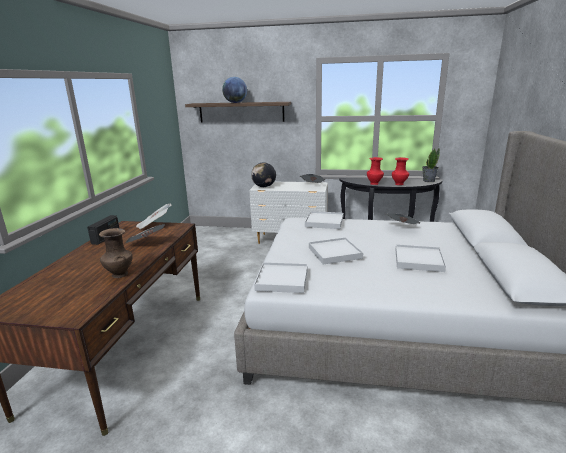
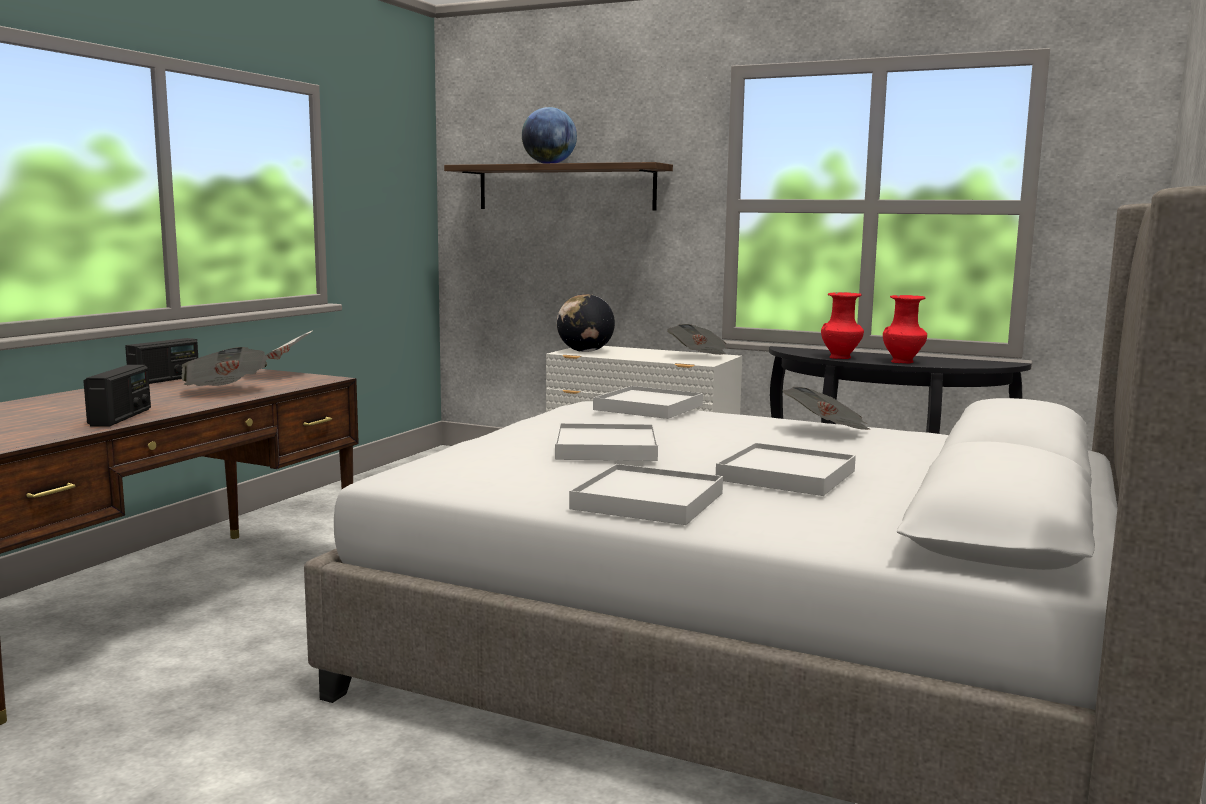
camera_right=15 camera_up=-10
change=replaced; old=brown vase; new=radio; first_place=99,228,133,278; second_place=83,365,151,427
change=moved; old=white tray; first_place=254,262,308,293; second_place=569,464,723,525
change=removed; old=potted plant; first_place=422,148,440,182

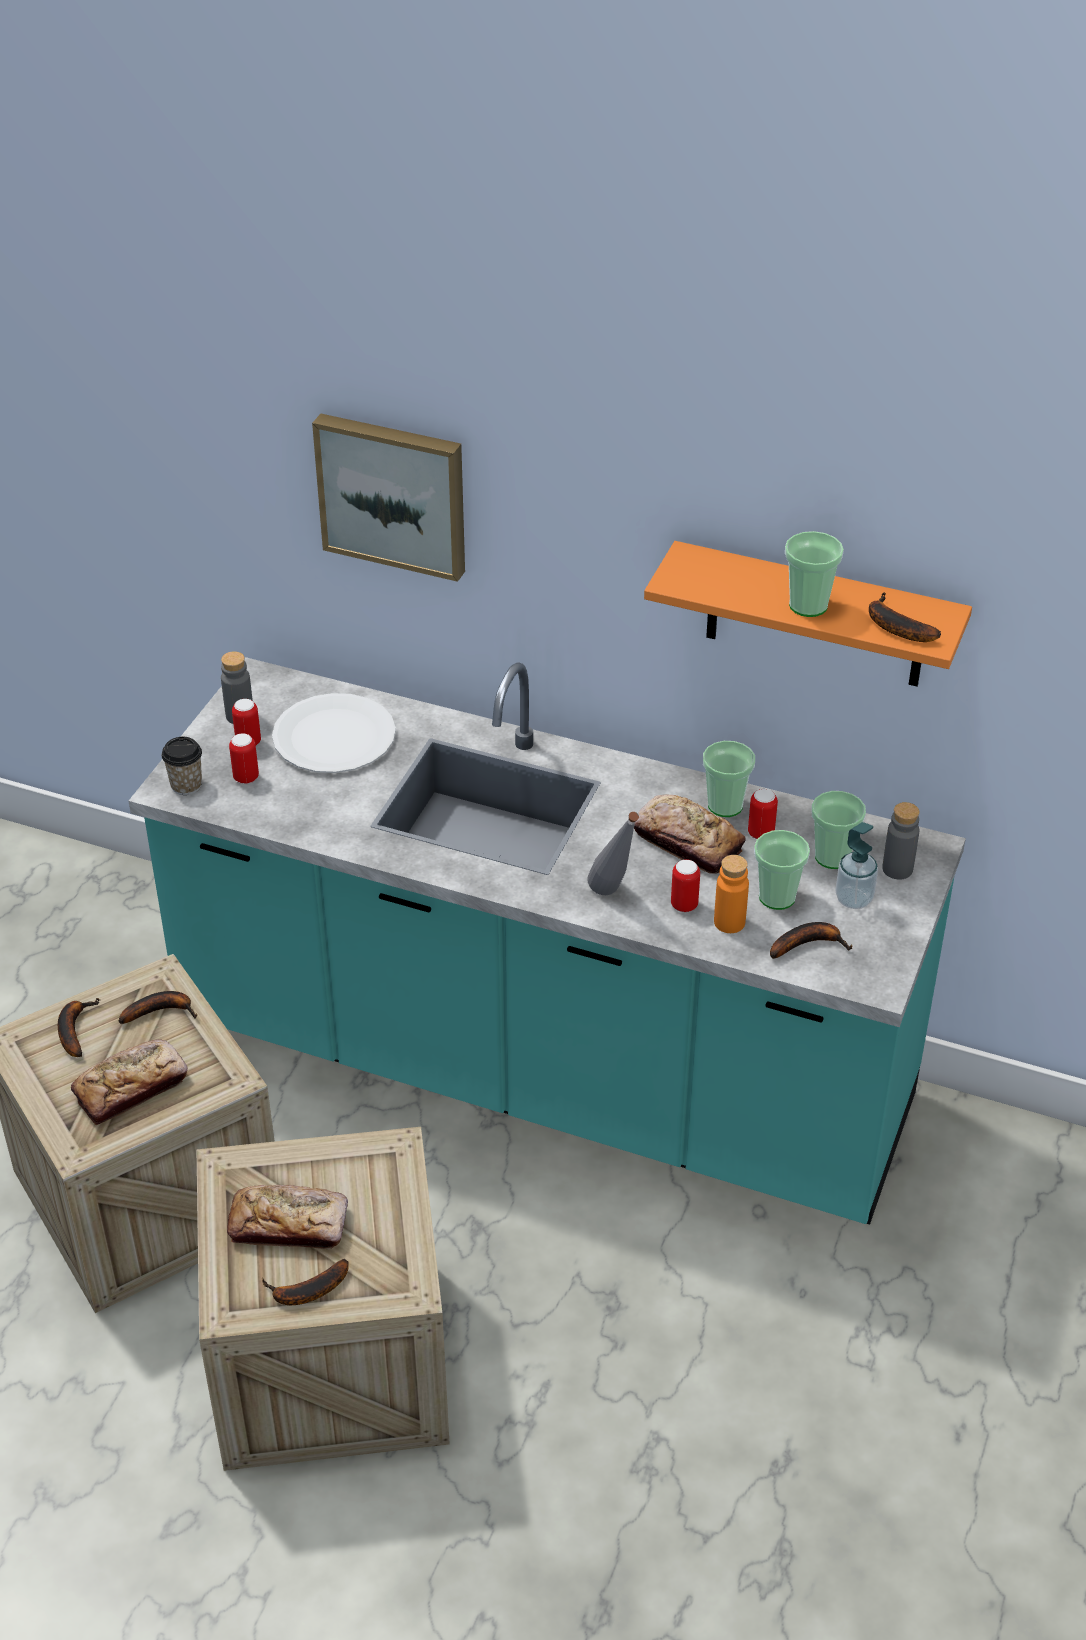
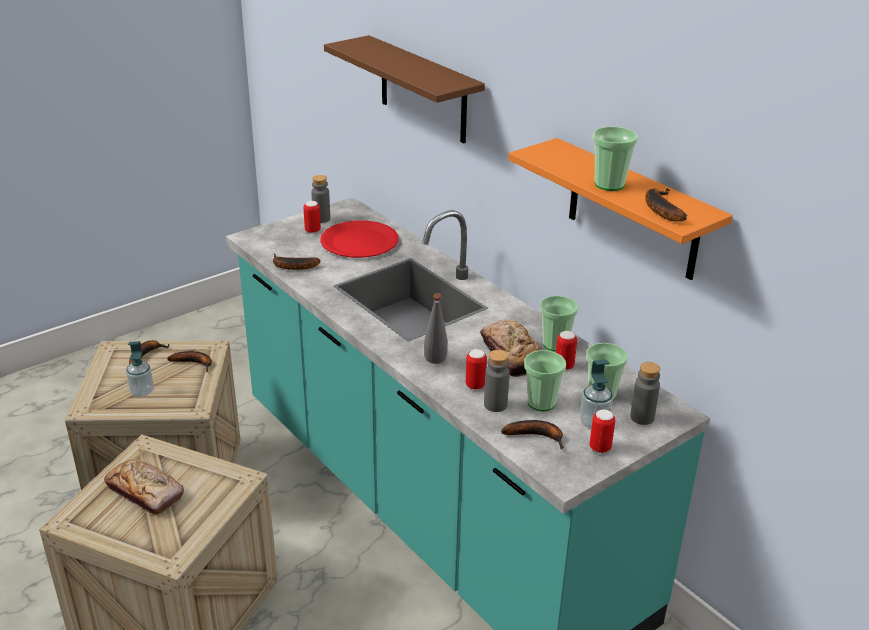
camera_right=30 camera_up=-10
change=replaced; old=bread; new=soap dispenser; first_place=71,1039,188,1125; second_place=126,341,154,397
change=removed; old=cup; first_place=162,737,202,795
change=moved; old=can; first_place=229,733,259,784; second_place=590,409,615,453
change=moved; old=banana; first_place=262,1259,349,1305; second_place=273,253,320,270
change=recoloured; old=white plate; new=red plate; first_place=272,693,396,773; second_place=320,221,398,258
change=replaced; old=picture; new=brown shelf; first_place=312,414,465,582; second_place=324,35,485,143
change=recoloured; old=orange bottle; new=grey bottle; first_place=714,855,749,933; second_place=484,350,510,412

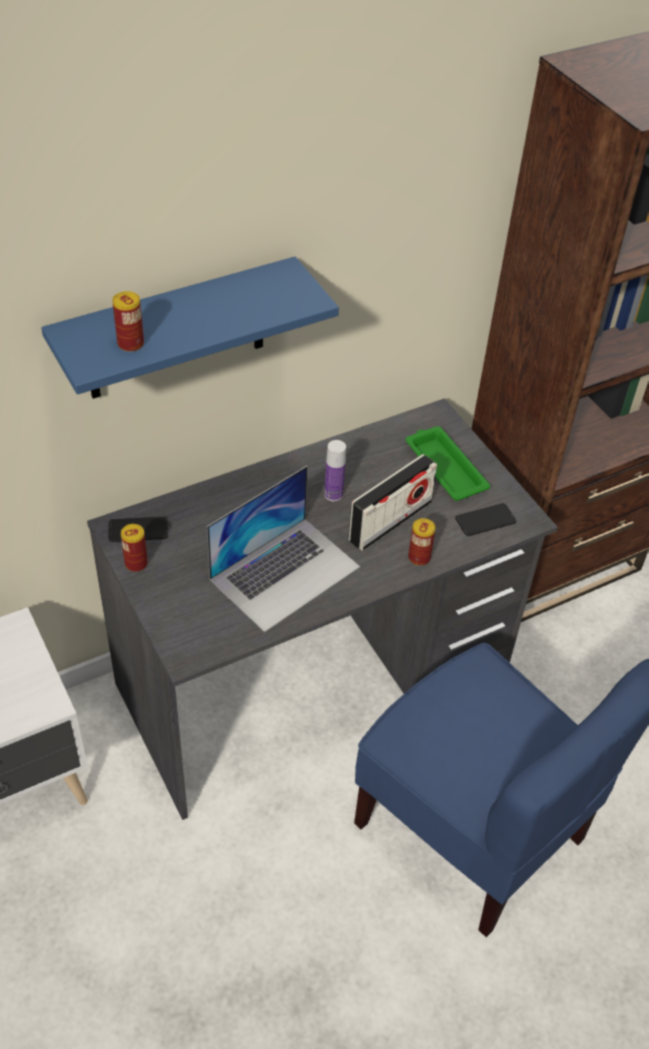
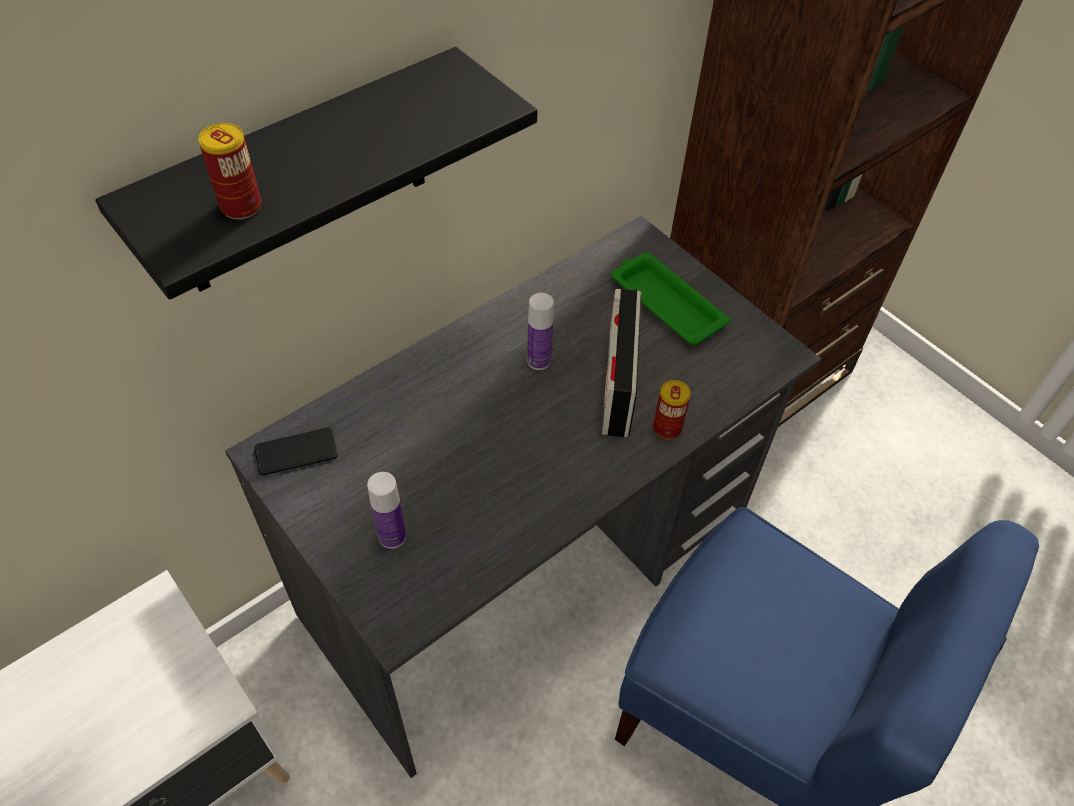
camera_right=-10 camera_up=5
change=recoloured; old=blue shelf; new=black shelf; first_place=41,257,339,399; second_place=95,47,538,300
change=removed; old=can; first_place=121,524,148,572
change=removed; old=laptop; first_place=207,466,360,632
change=turned; old=radio; first_place=348,454,437,551; second_place=602,289,642,437; degrees=150
change=removed; old=phone; first_place=455,503,517,536
change=added; new=bottle; second_place=367,472,406,549

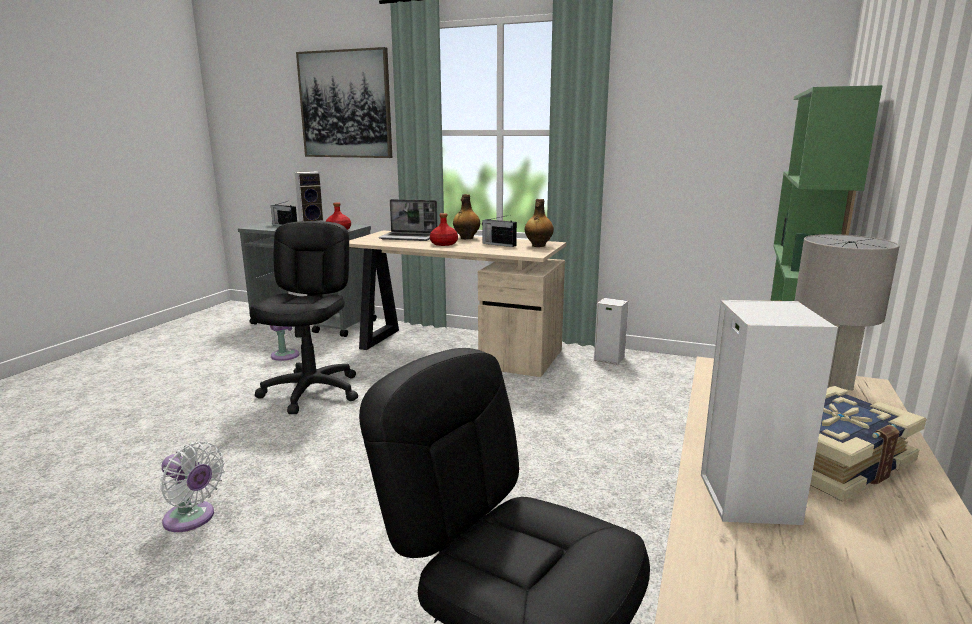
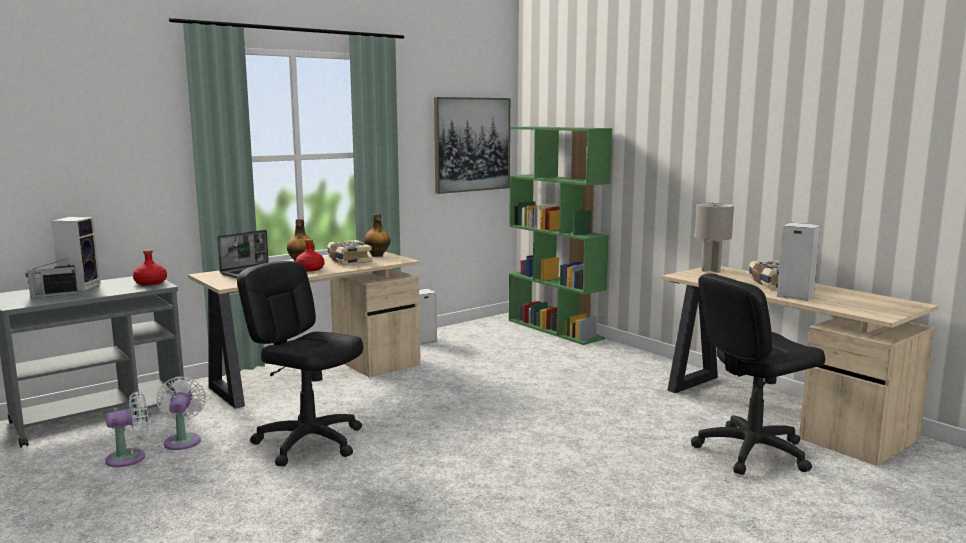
camera_right=-60 camera_up=-5
change=moved; old=white fan; first_place=160,442,225,532; second_place=105,392,149,467
change=moved; old=picture; first_place=296,47,392,158; second_place=434,97,510,194
change=replaced; old=radio; new=book; first_place=482,215,517,247; second_place=327,240,372,265

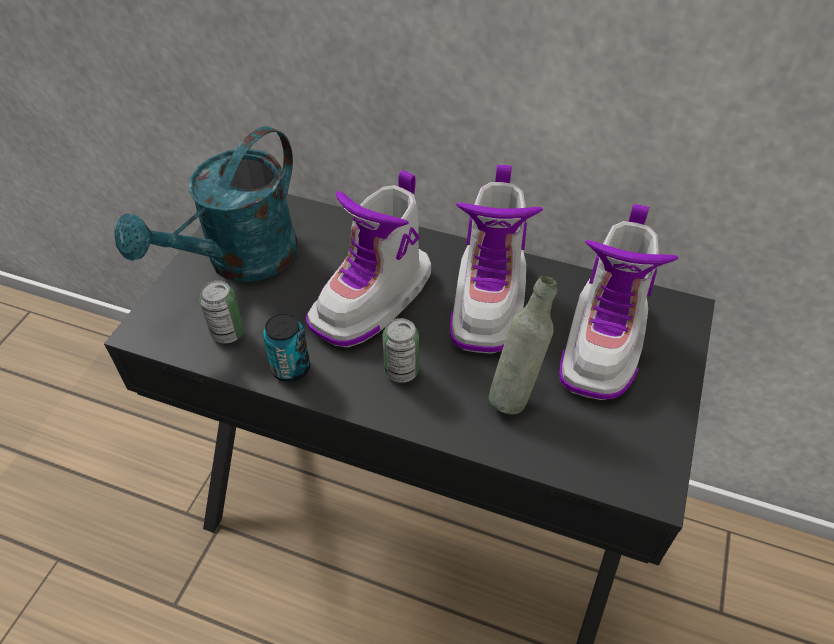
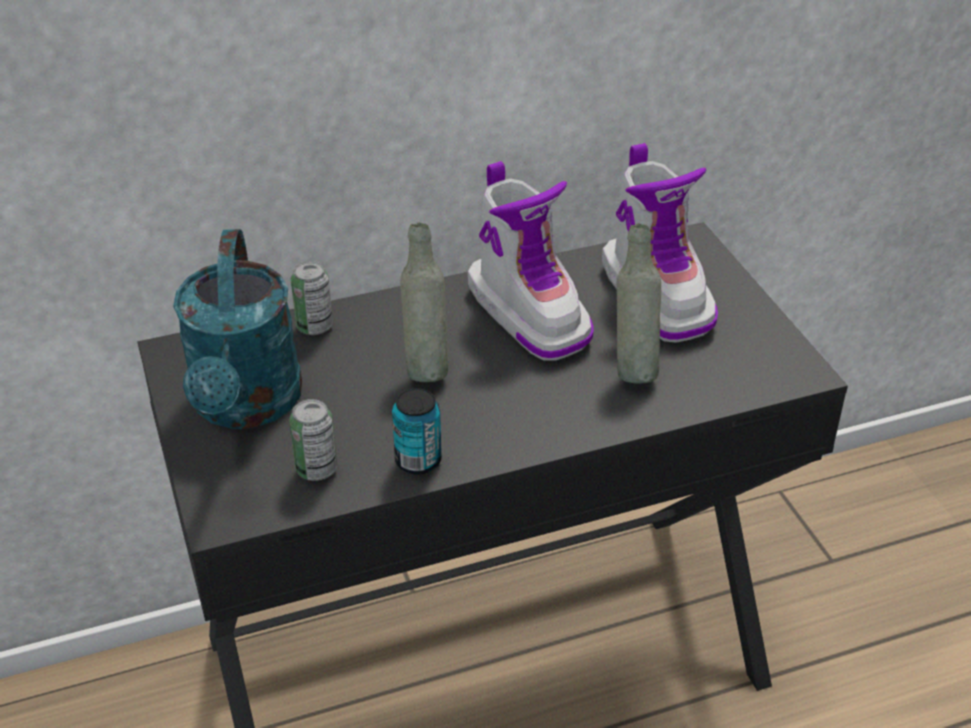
camera_right=-40 camera_up=-10
change=replaced; old=boot; new=grey bottle; first_place=306,170,431,347; second_place=400,222,448,382
change=moved; old=can; first_place=382,318,419,383; second_place=291,261,333,335

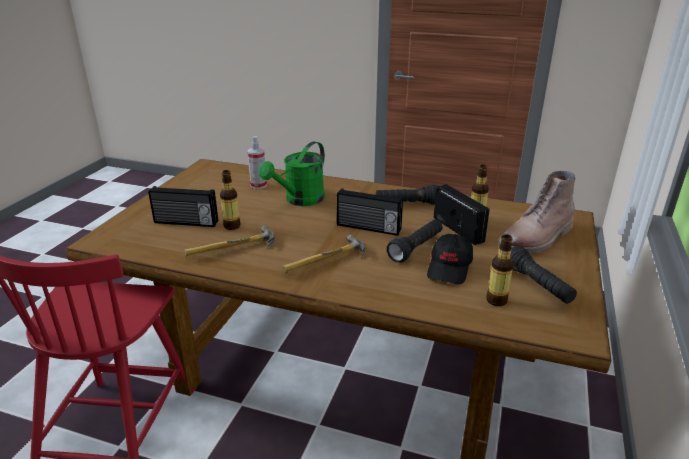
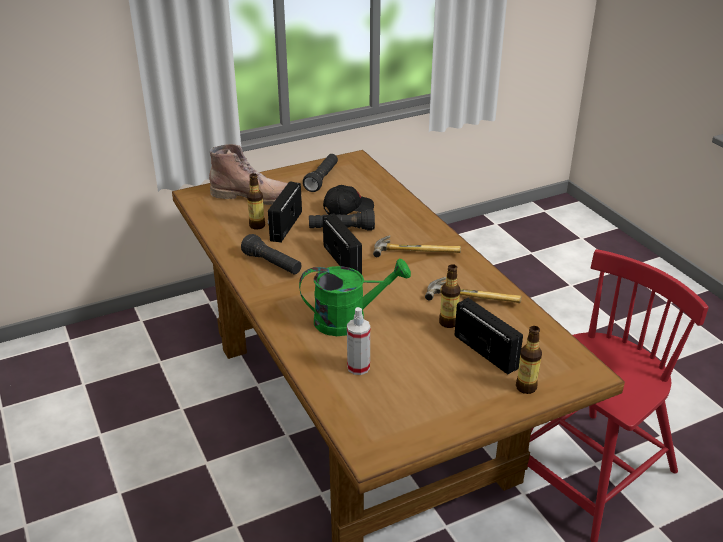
camera_right=-135 camera_up=5
change=moved; old=bottle; first_place=486,234,514,306; second_place=516,326,542,394

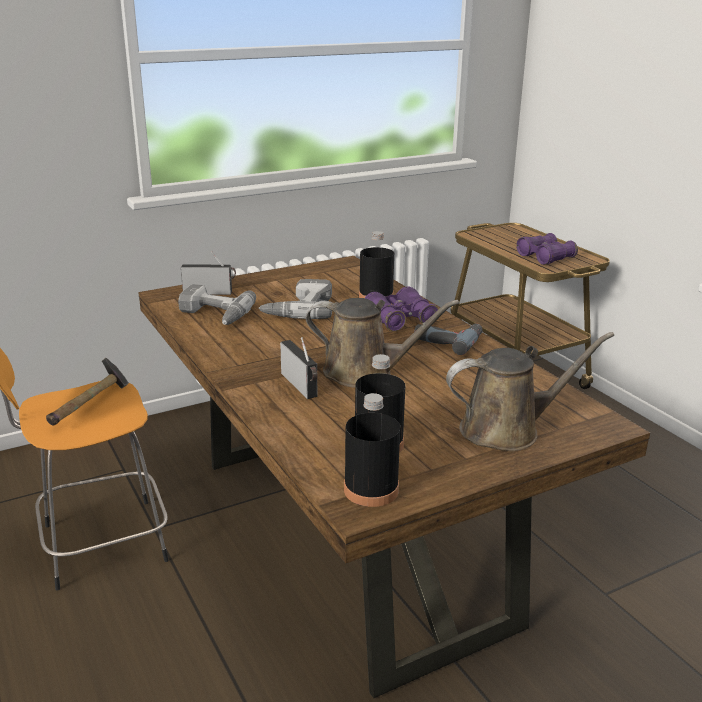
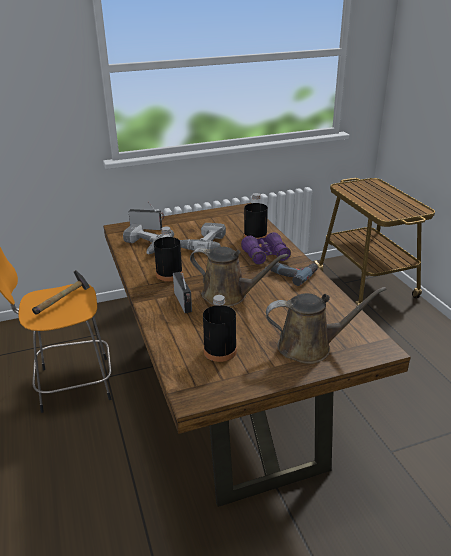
camera_right=10 camera_up=5
change=moved; old=black bottle; first_place=344,393,400,507; second_place=154,227,183,281
change=removed; old=purple binoculars; first_place=516,233,578,265

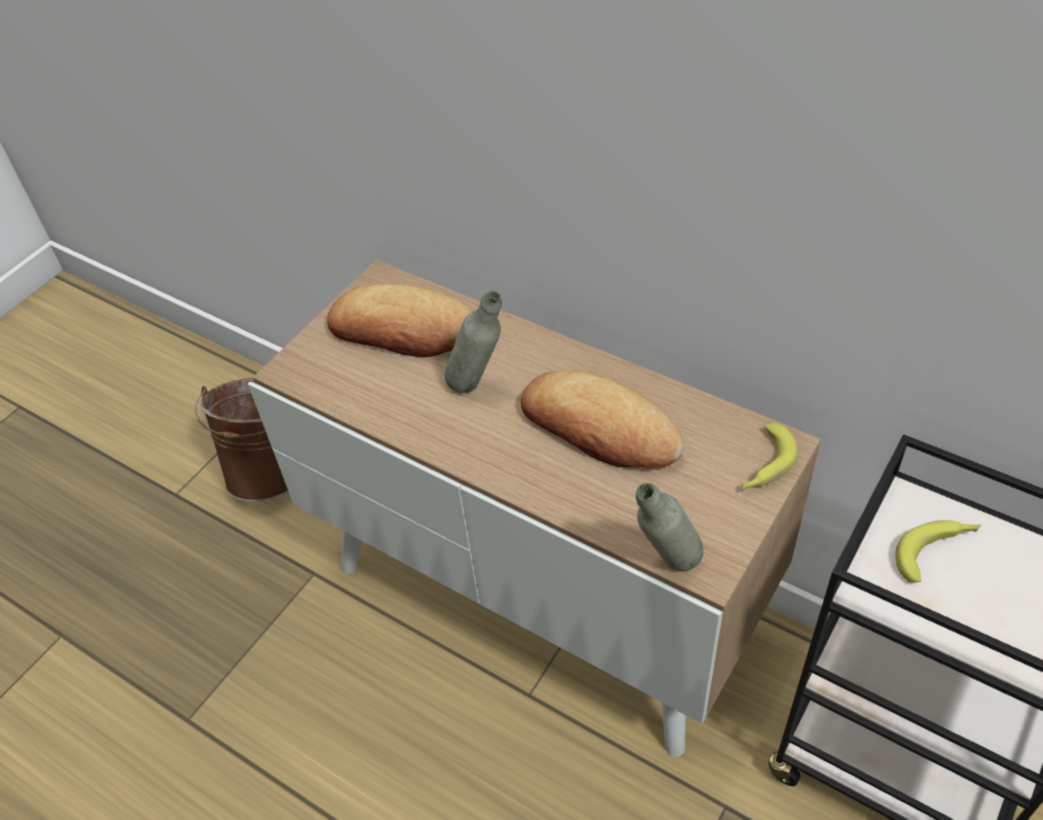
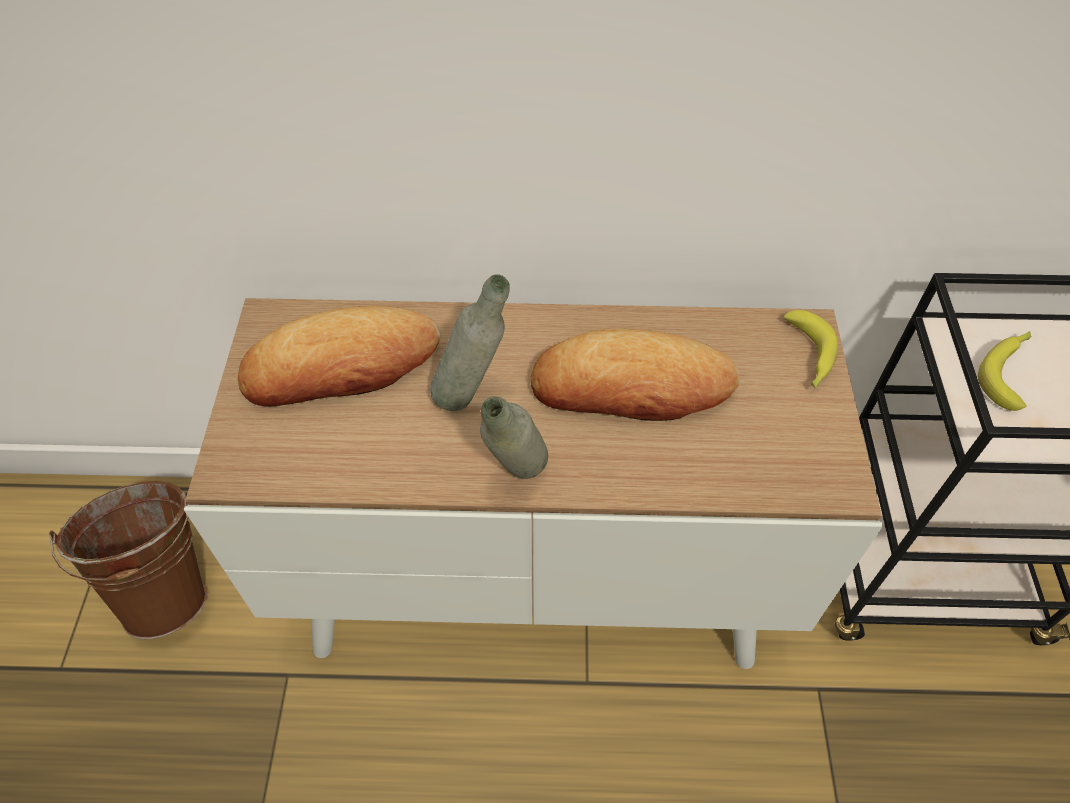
camera_right=-35 camera_up=5
change=moved; old=grey bottle; first_place=636,483,703,571; second_place=480,396,548,479

